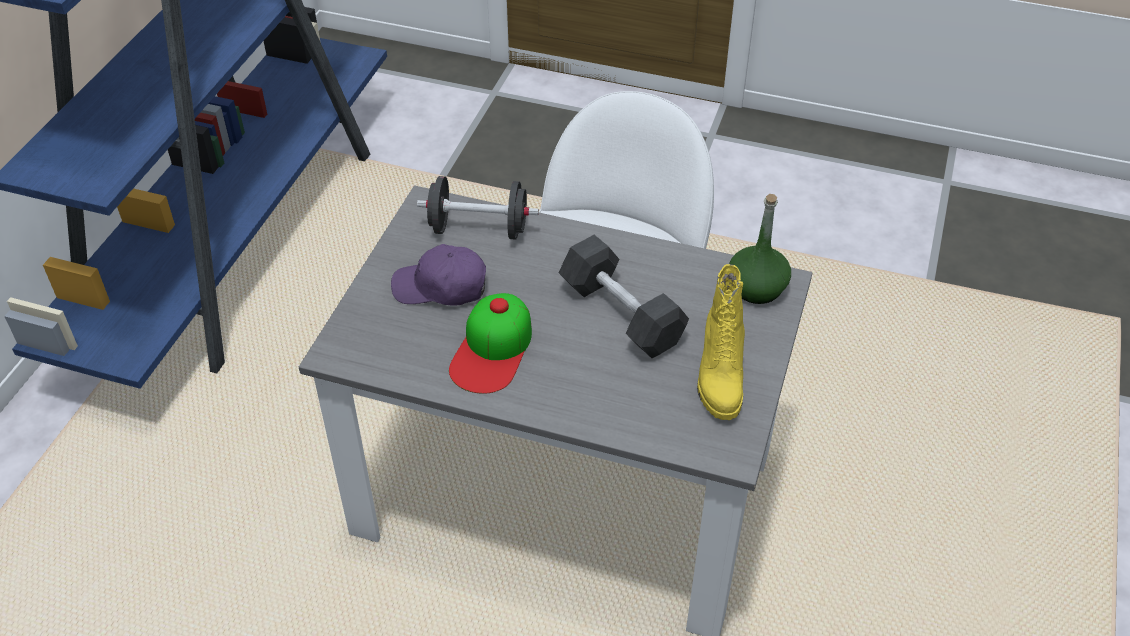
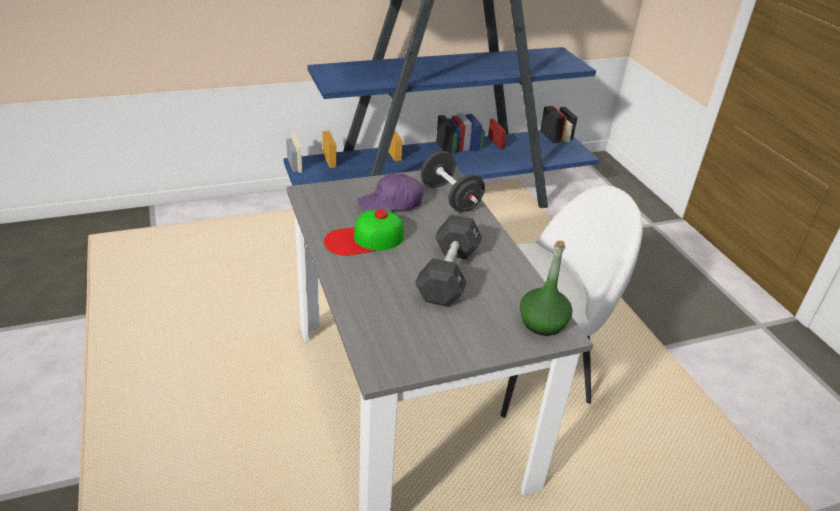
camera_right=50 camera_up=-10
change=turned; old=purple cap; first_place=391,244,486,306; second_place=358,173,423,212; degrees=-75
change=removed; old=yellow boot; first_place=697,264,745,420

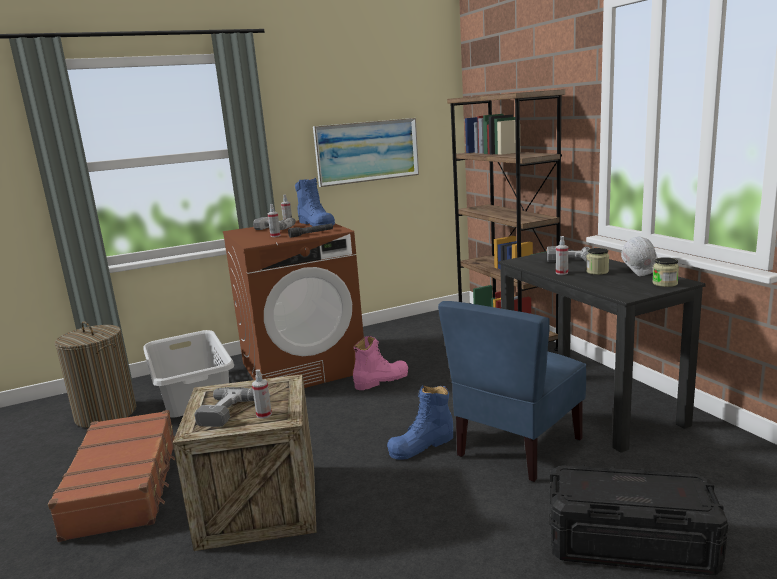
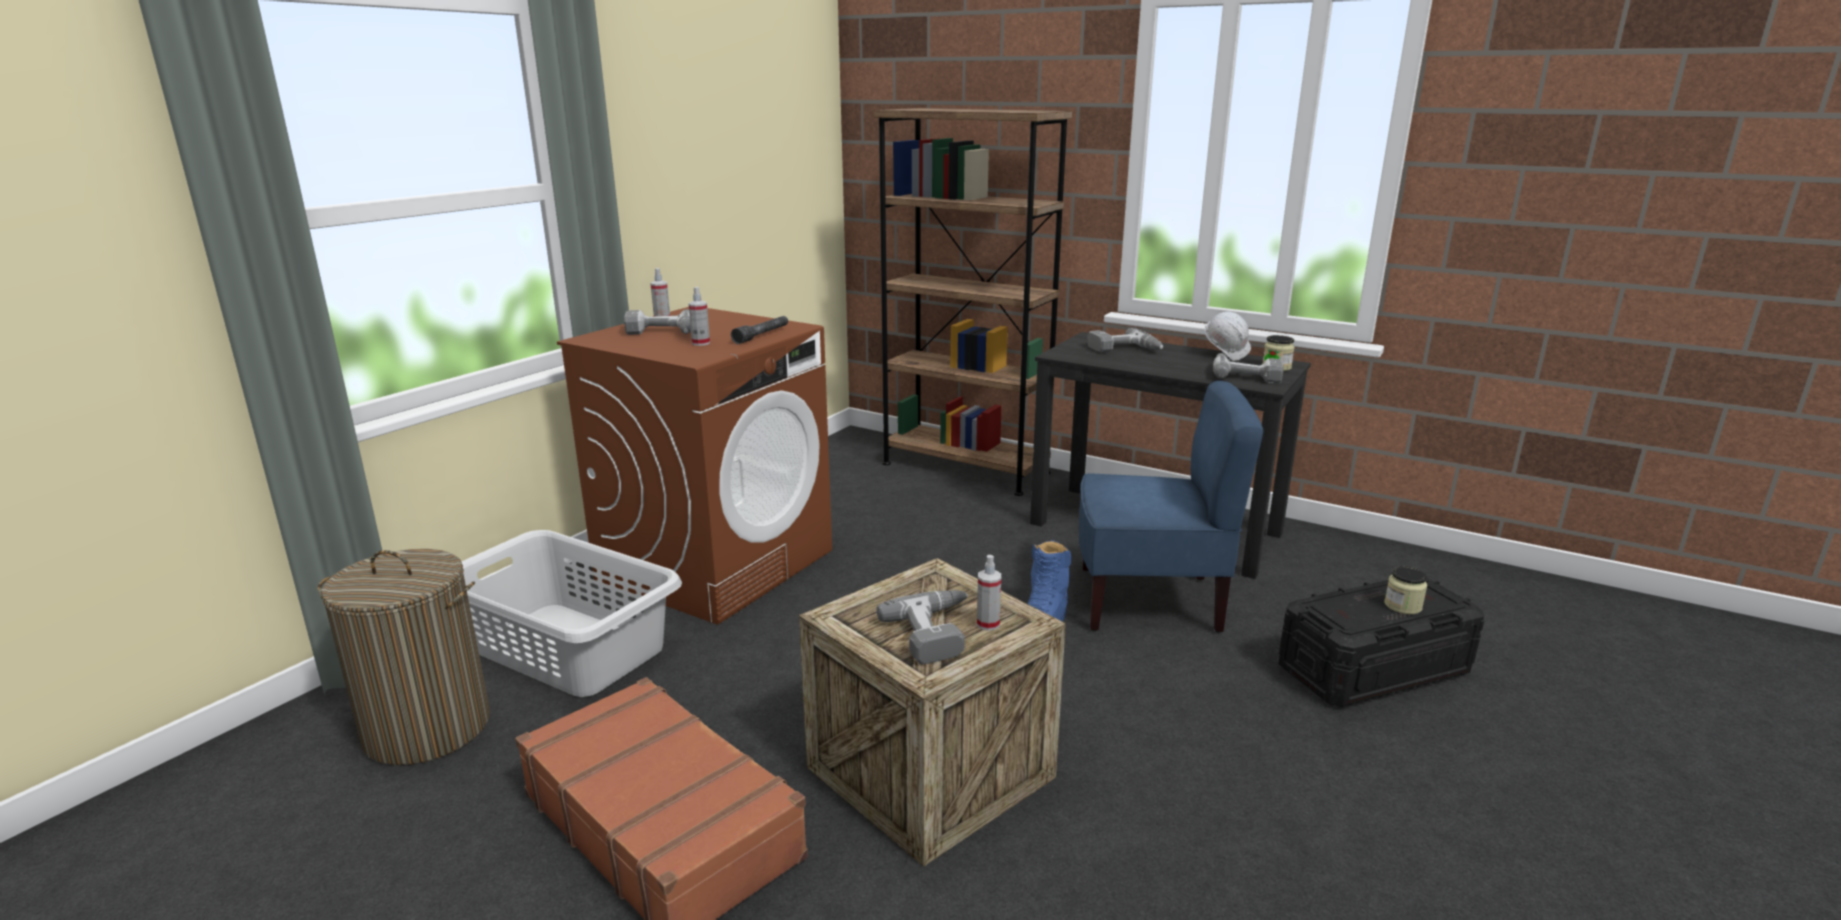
camera_right=-35 camera_up=5
change=removed; old=blue boot; first_place=295,178,335,226
change=removed; old=picture; first_place=313,118,419,187
change=removed; old=pink boot; first_place=353,336,408,390
change=turned; old=blue chair; first_place=438,301,586,482; second_place=1079,380,1263,633; degrees=-90
change=removed; old=spray bottle; first_place=556,236,568,275
change=moved; old=jar; first_place=586,248,609,275; second_place=1384,566,1427,615
change=added; new=power drill; second_place=1213,353,1284,384

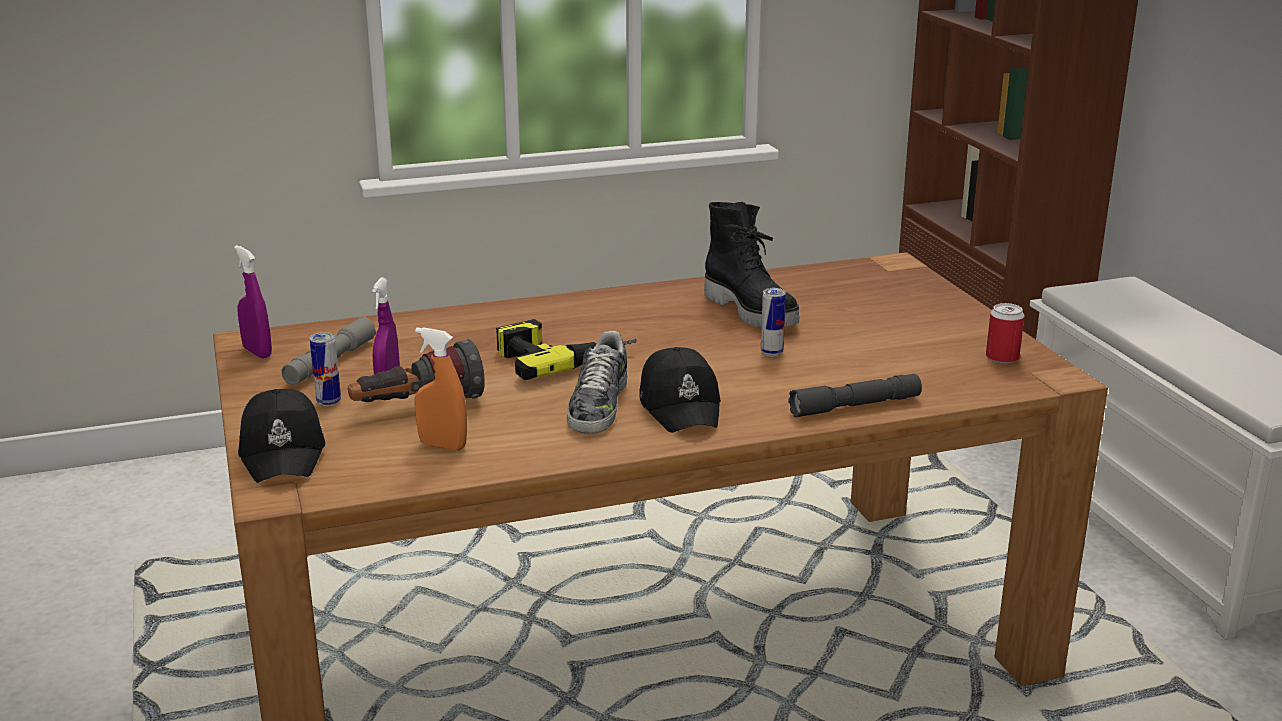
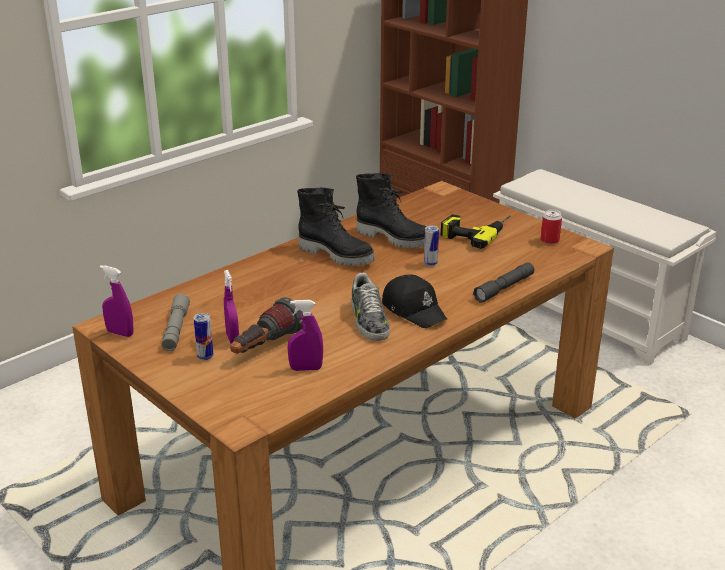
camera_right=-25 camera_up=5
change=removed; old=black cap; first_place=238,389,325,483
change=recoloured; old=orange spray bottle; new=purple spray bottle; first_place=414,327,467,450; second_place=287,300,323,371
change=moved; old=power drill; first_place=496,319,637,380; second_place=441,214,511,249
change=added; new=black boot; second_place=297,187,375,266

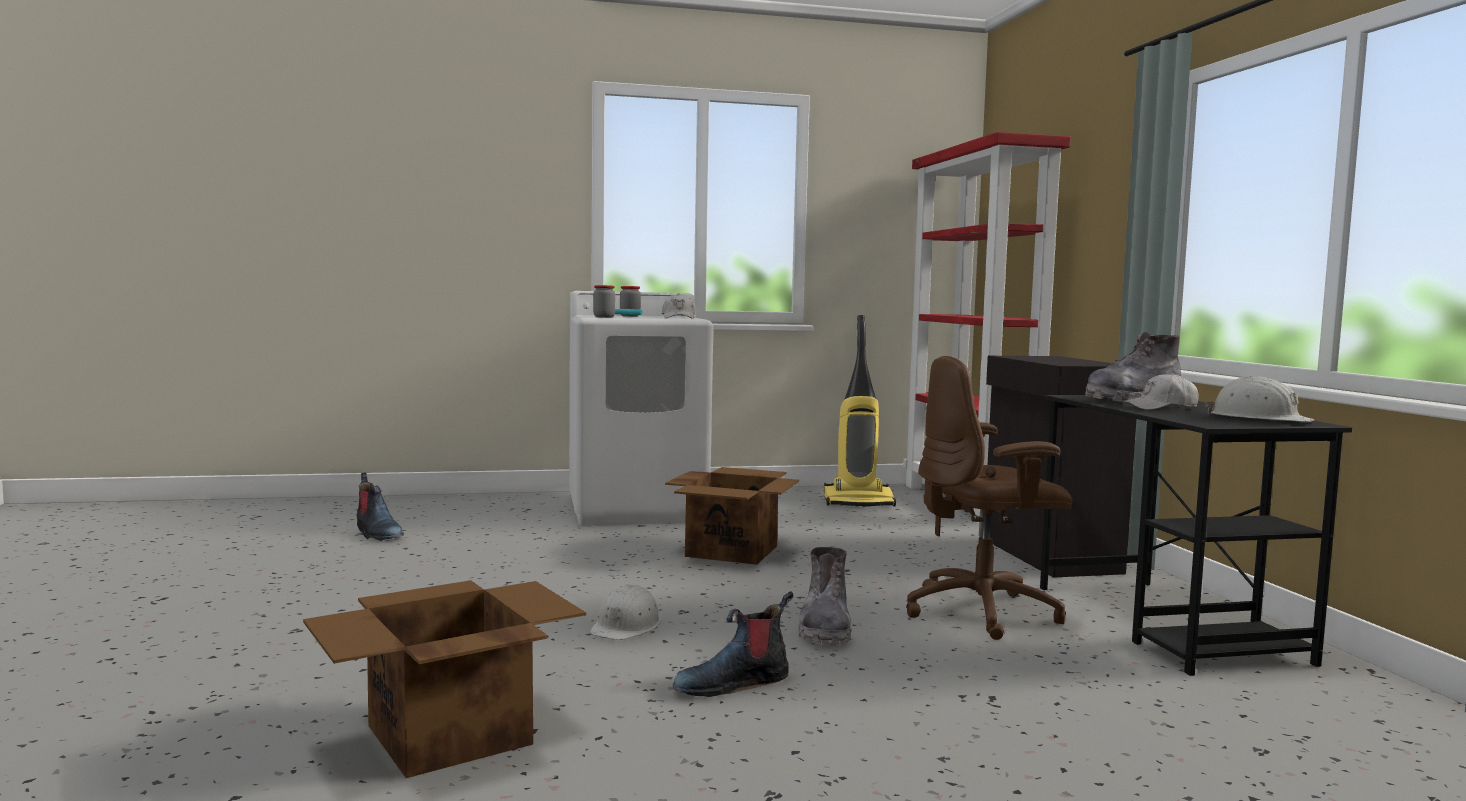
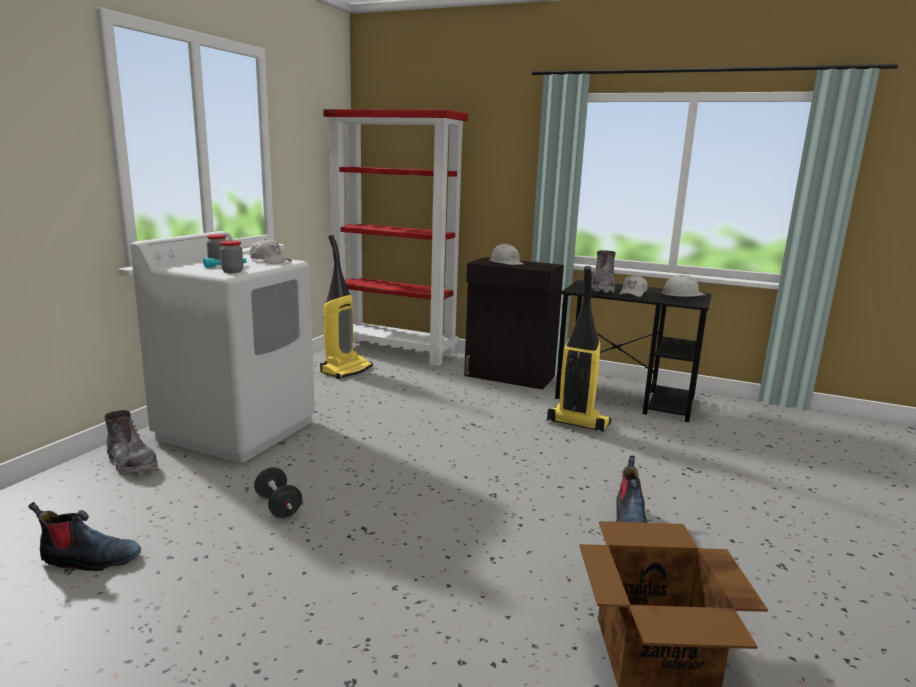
camera_right=-55 camera_up=10
change=moved; old=white hard hat; first_place=590,584,661,640; second_place=489,244,524,265
change=removed; old=cardboard box; first_place=665,467,799,565
change=moved; old=grey boot; first_place=798,547,852,645; second_place=104,410,158,475
change=replaced; old=brown office chair; new=vacuum cleaner; first_place=906,356,1072,640; second_place=547,266,611,432
change=added; new=black dumbbell; second_place=254,467,302,518

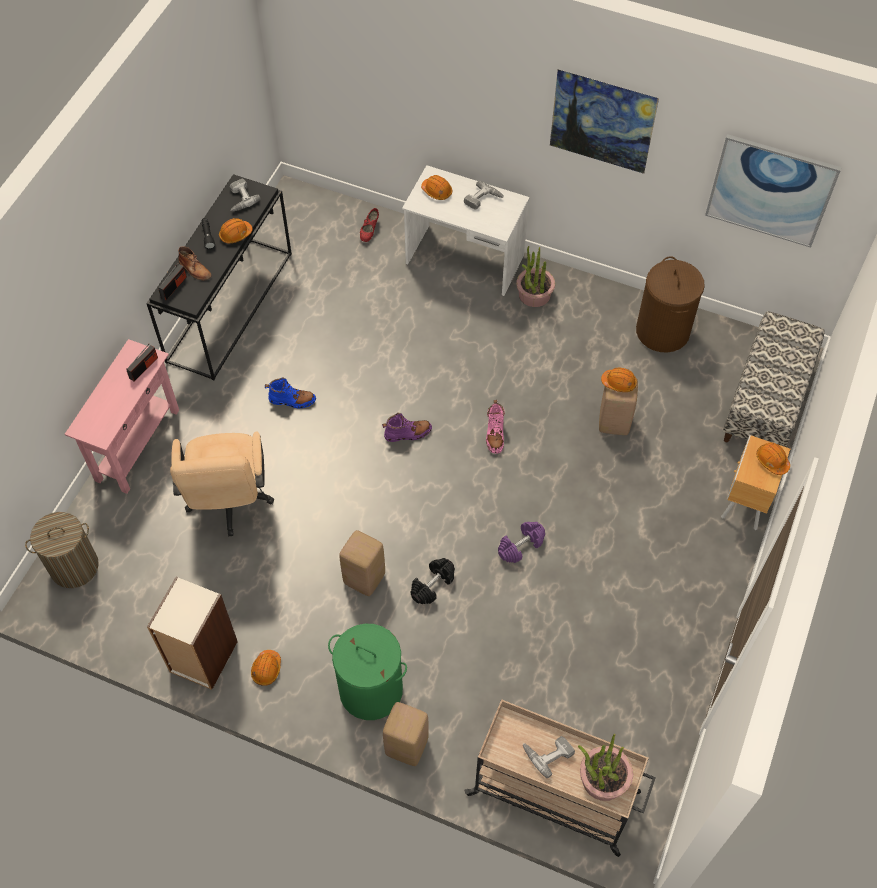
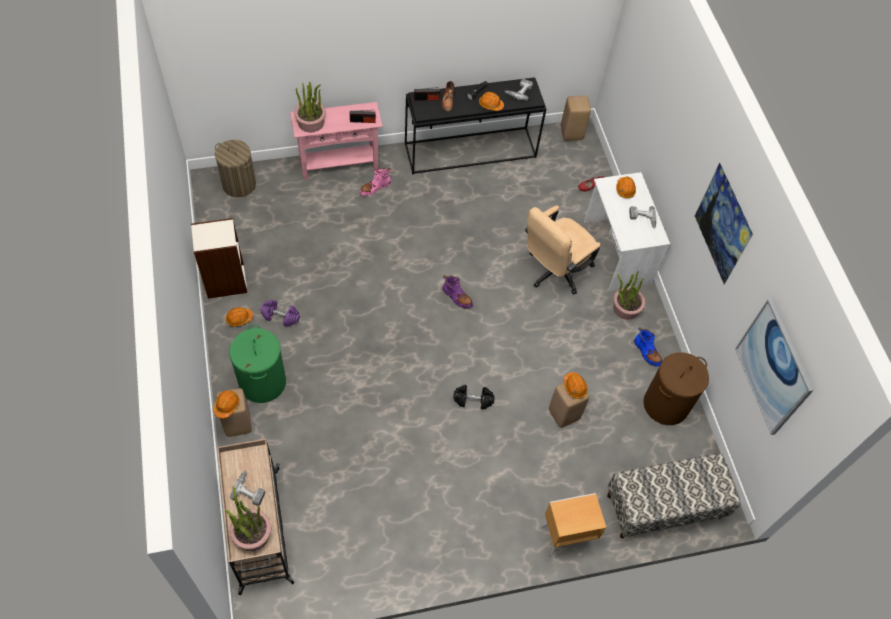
camera_right=50 camera_up=0
change=moved; old=beige office chair; first_place=170,431,274,536; second_place=525,206,600,295
change=moved; old=blue boot; first_place=265,377,316,409; second_place=634,327,662,366
change=moved; old=beige stool; first_place=339,530,385,596; second_place=561,96,591,140
change=moved; old=black dumbbell; first_place=411,558,455,604; second_place=453,385,495,409
change=moved; old=pink boot; first_place=486,400,505,454; second_place=360,168,391,196
change=moved; old=purple dumbbell; first_place=498,522,545,563; second_place=260,300,300,327
change=moved; old=orange hard hat; first_place=756,442,790,475; second_place=213,390,239,418
change=added; new=potted plant; second_place=294,82,326,133

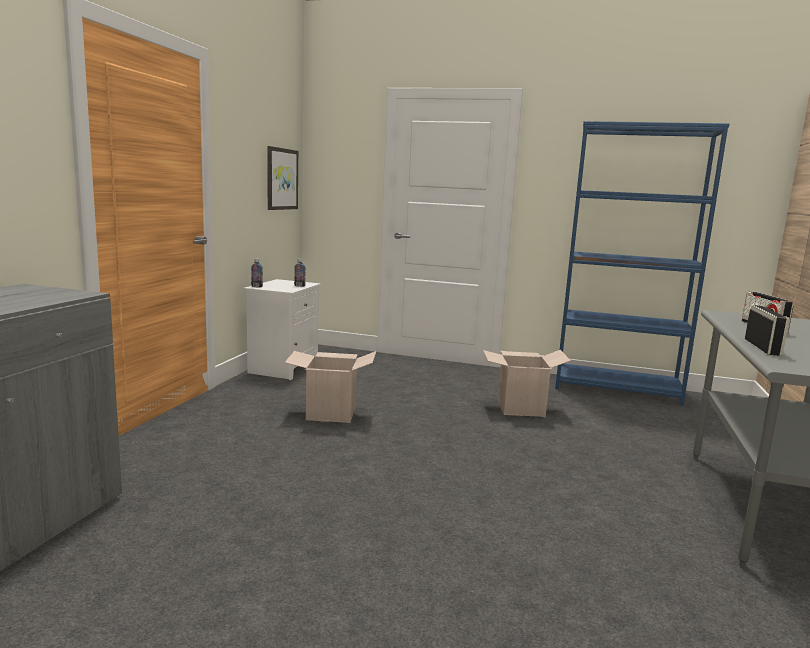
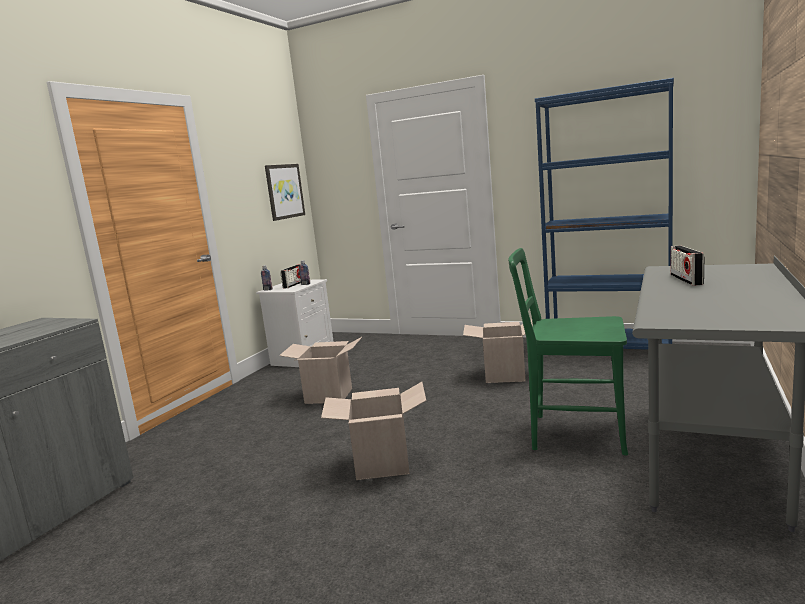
camera_right=10 camera_up=0
change=moved; old=radio; first_place=745,305,789,356; second_place=280,264,301,288
change=added; new=cardboard box; second_place=321,382,427,480
change=added; new=green chair; second_place=508,248,628,455

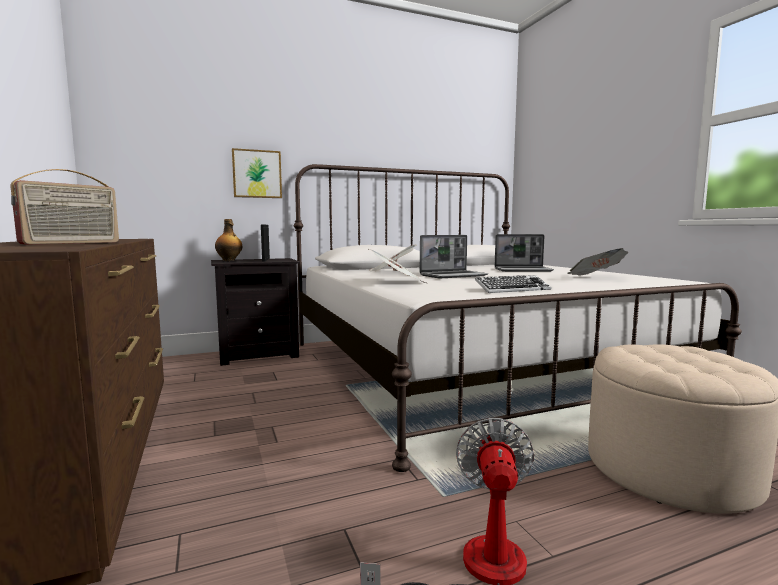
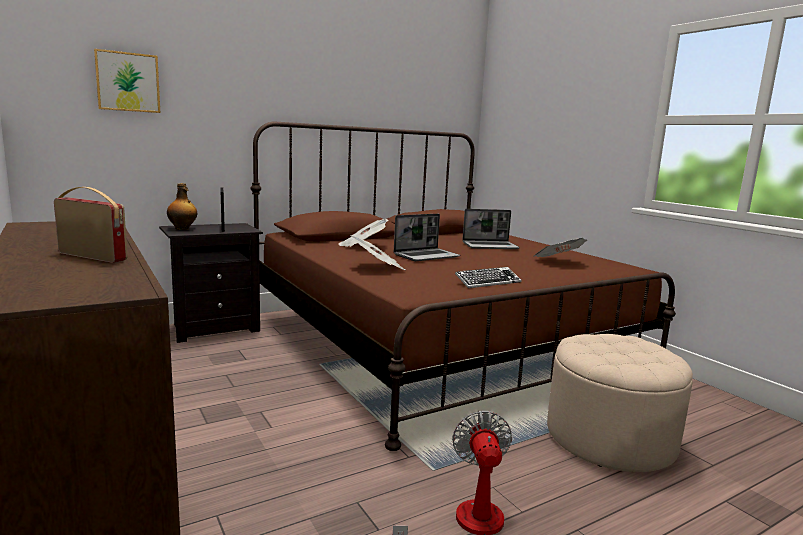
camera_right=-10 camera_up=5
change=turned; old=radio; first_place=10,169,119,245; second_place=54,187,128,263; degrees=-90
change=moved; old=picture; first_place=232,148,282,198; second_place=94,49,160,113
change=recoloured; old=white bed; new=brown bed; first_place=294,164,742,472; second_place=250,122,676,451

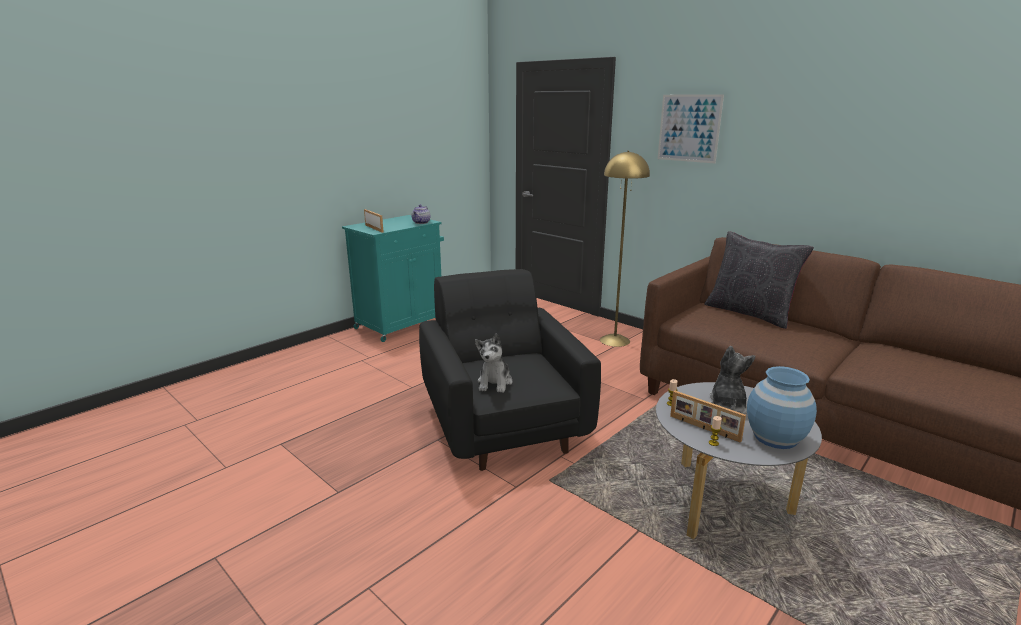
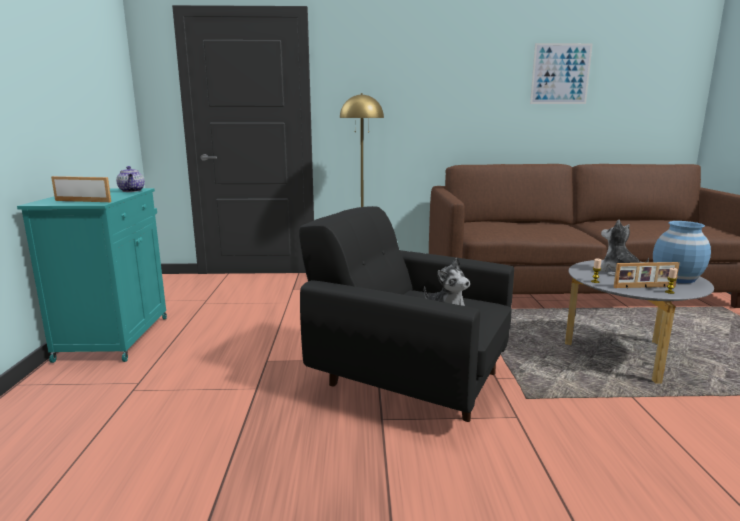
camera_right=-45 camera_up=-5
change=moved; old=picture; first_place=658,94,724,163; second_place=530,43,593,104
change=removed; old=black pillow; first_place=704,231,814,329

